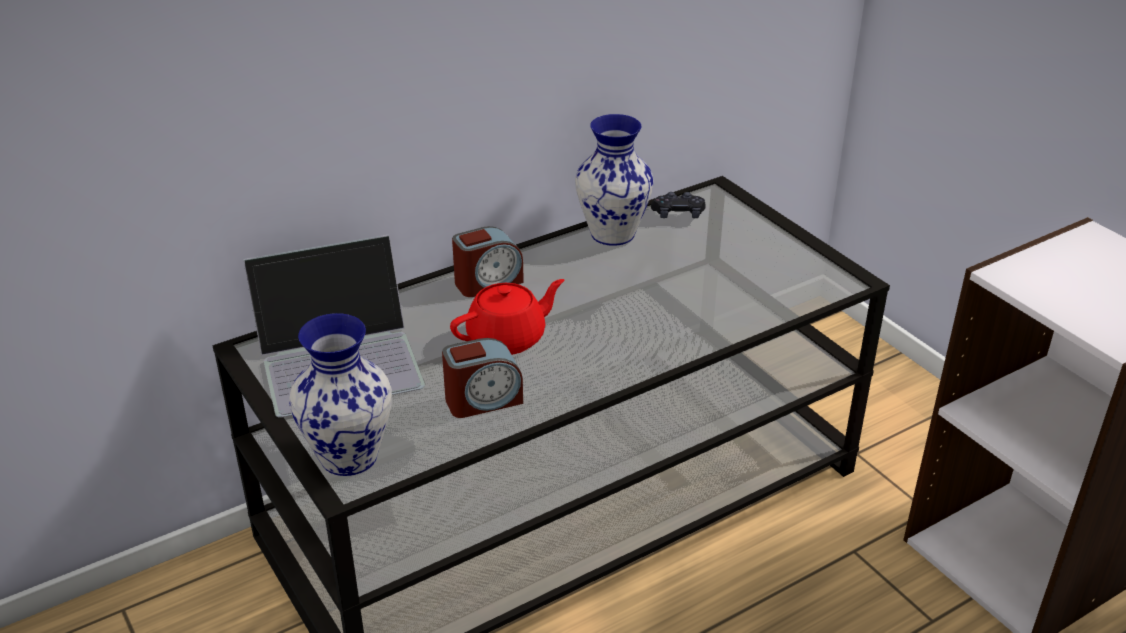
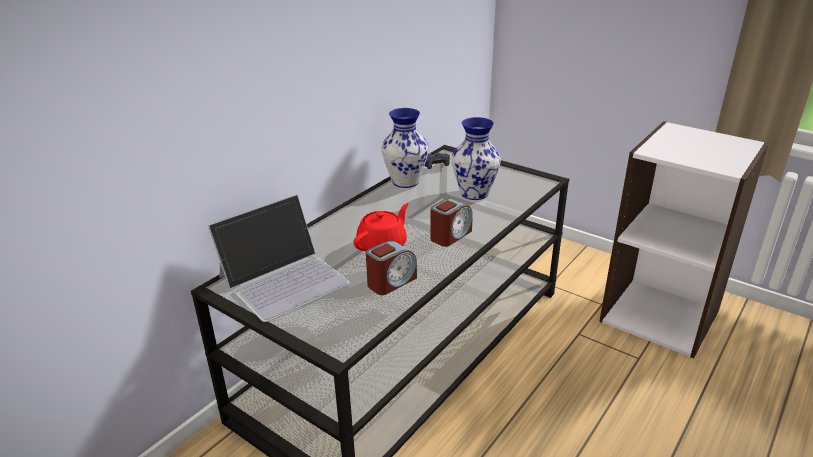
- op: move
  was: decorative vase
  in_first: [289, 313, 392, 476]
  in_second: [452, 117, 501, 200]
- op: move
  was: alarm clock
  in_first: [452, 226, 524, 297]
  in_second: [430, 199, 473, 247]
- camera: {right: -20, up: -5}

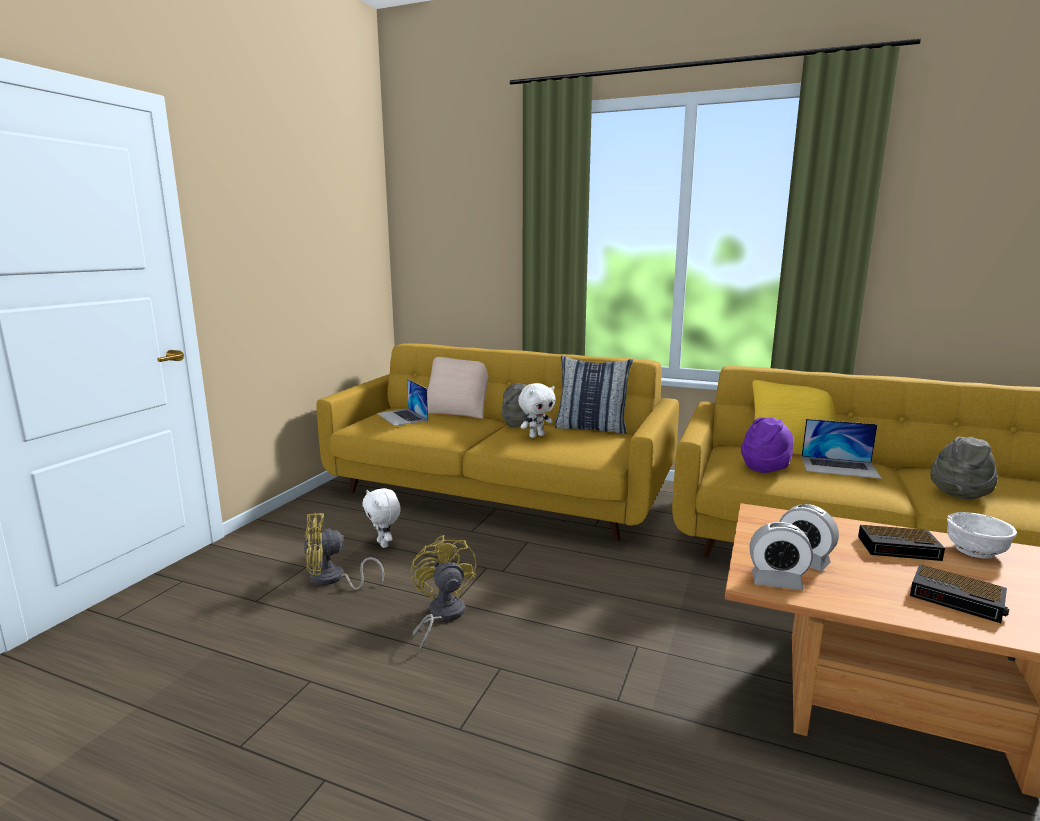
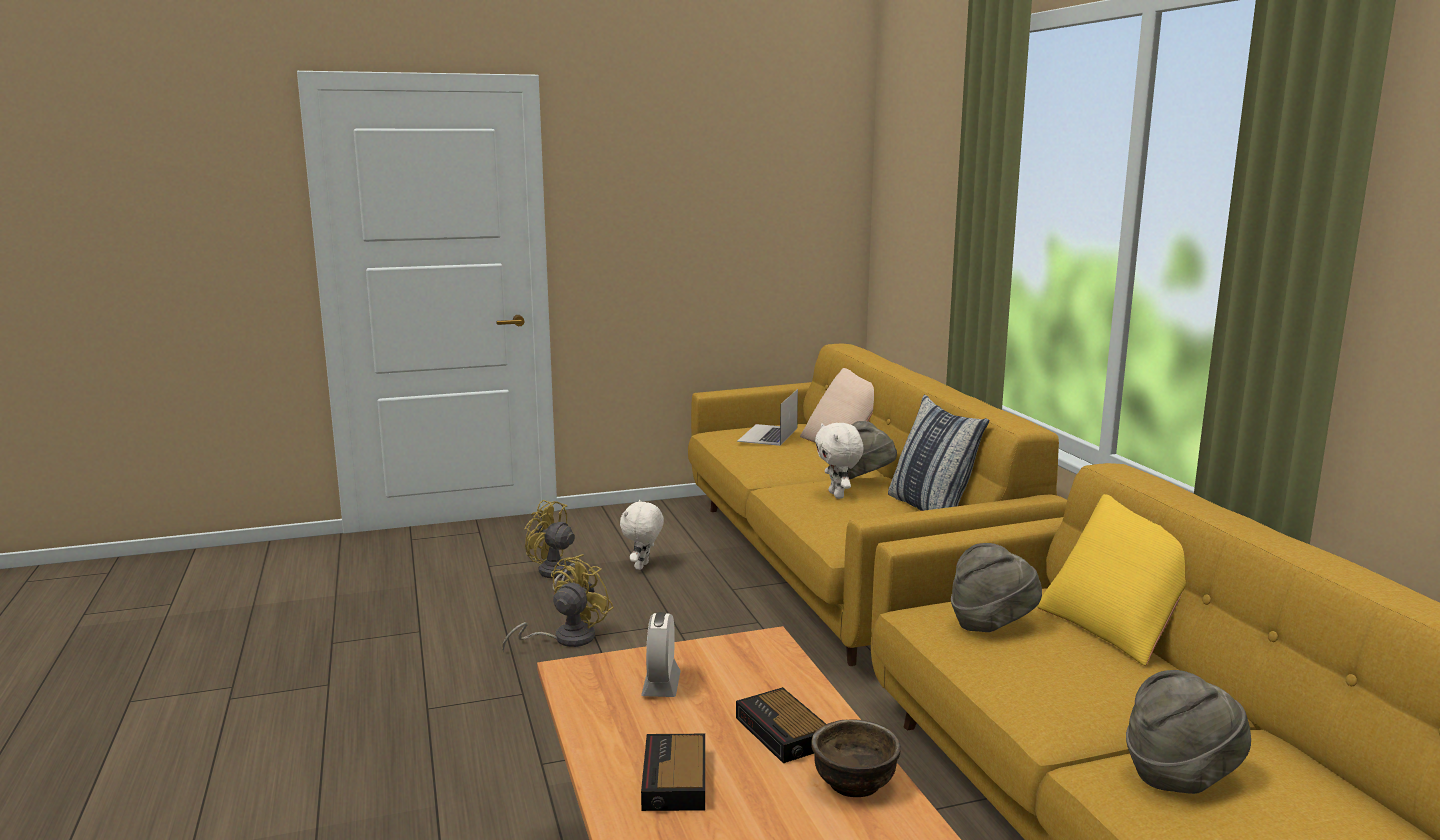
- op: rotate
  was: whitish cuddly toy
  in_first: [518, 383, 555, 438]
  in_second: [815, 423, 864, 499]
  clockwise: 60
- op: recolor
  was: purple-coloured wearable hat
  now: greyish wearable hat
  in_first: [741, 417, 793, 473]
  in_second: [951, 543, 1042, 632]
- op: delete
  was: alarm clock
  in_first: [750, 522, 813, 590]
- op: delete
  was: laptop
  in_first: [801, 419, 882, 479]
- op: recolor
  was: whitish bowl
  now: brown bowl
  in_first: [947, 512, 1017, 559]
  in_second: [811, 719, 901, 797]
- camera: {right: 50, up: 0}

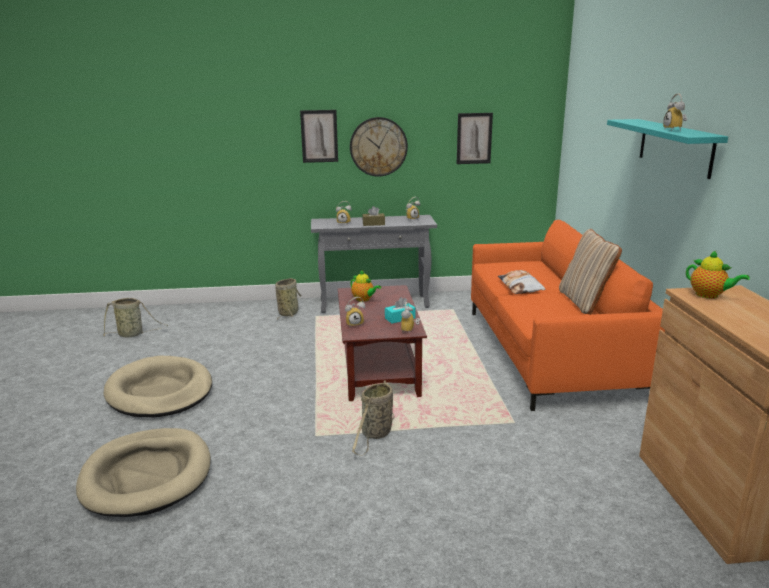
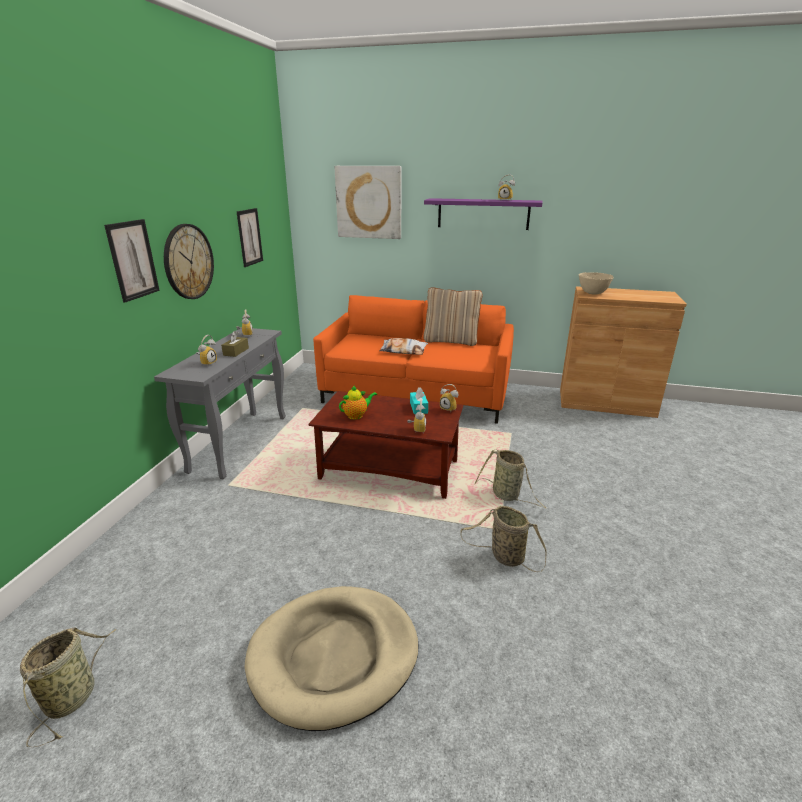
- op: delete
  was: beige-coloured pet bed
  in_first: [76, 428, 211, 517]
- op: move
  was: basket
  in_first: [275, 278, 301, 320]
  in_second: [460, 506, 546, 572]
- op: recolor
  was: turquoise wall shelf
  now: purple-coloured wall shelf
  in_first: [607, 119, 728, 179]
  in_second: [424, 198, 543, 230]
- op: replace
  was: teapot
  now: beige-coloured bowl
  in_first: [686, 251, 750, 298]
  in_second: [579, 272, 614, 295]
- op: insert
  now: wall picture
  in_second: [334, 166, 401, 239]
- camera: {right: -70, up: 5}

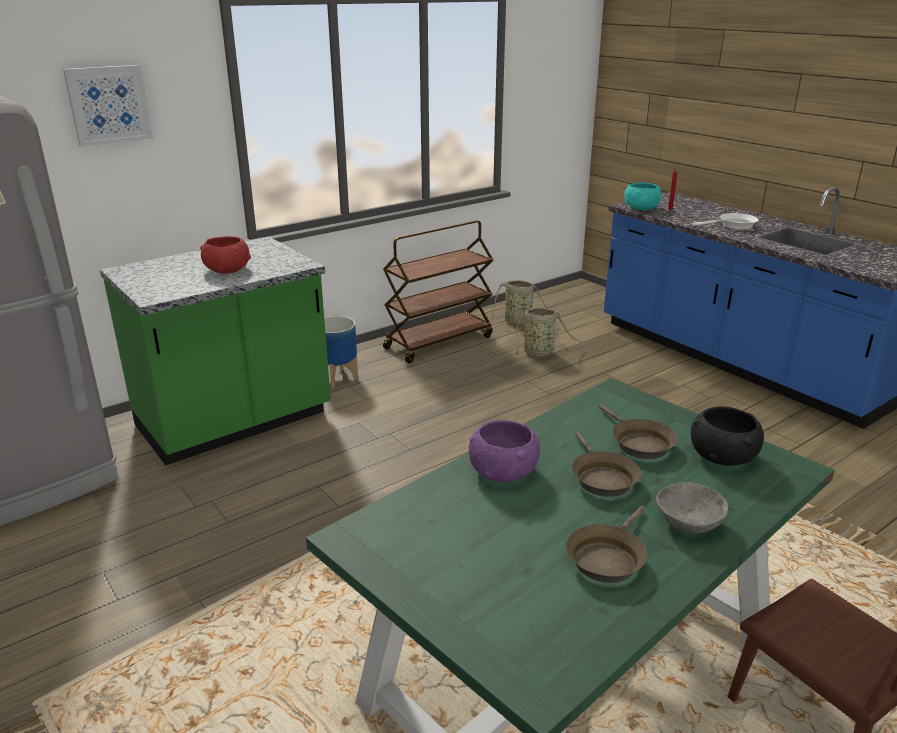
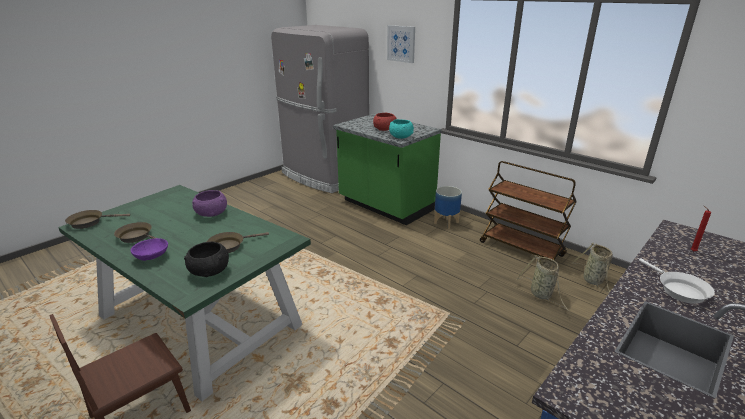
- op: move
  was: brown skillet
  in_first: [572, 432, 641, 497]
  in_second: [65, 210, 130, 229]
- op: move
  was: turquoise bowl
  in_first: [624, 183, 661, 210]
  in_second: [389, 119, 414, 139]
- op: recolor
  was: greyish bowl
  now: purple-coloured bowl
  in_first: [656, 482, 728, 533]
  in_second: [130, 238, 168, 261]
- camera: {right: 80, up: 0}

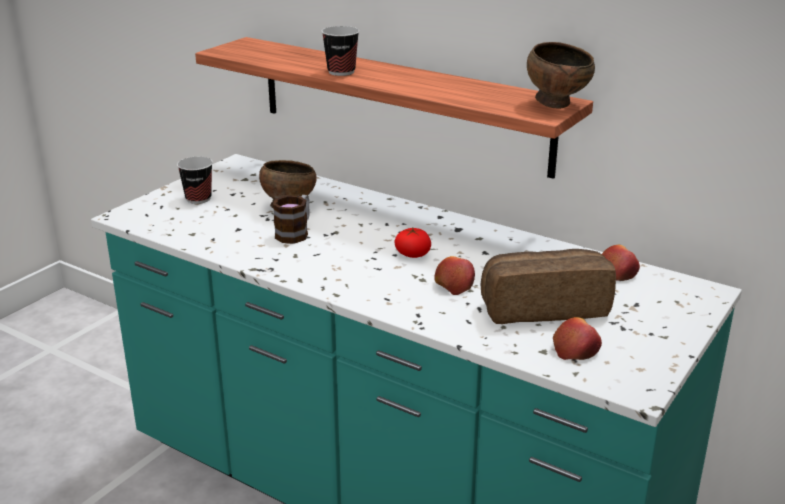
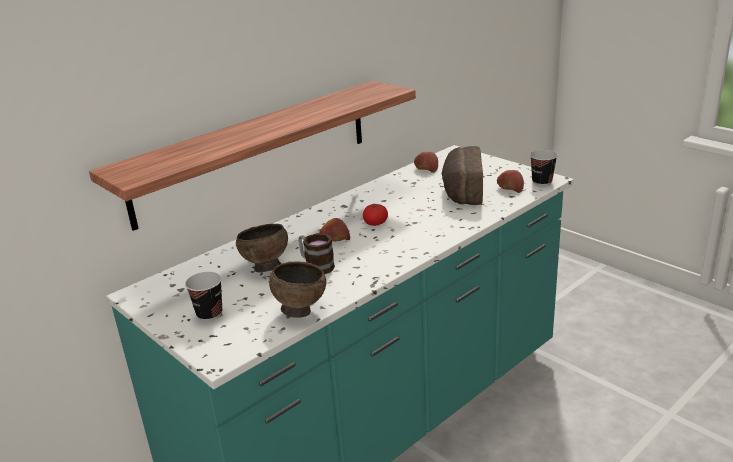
- op: move
  was: small cup
  in_first: [321, 26, 359, 76]
  in_second: [530, 150, 558, 186]
- op: move
  was: whole apple
  in_first: [434, 256, 475, 295]
  in_second: [320, 218, 350, 242]
- op: move
  was: brown bowl
  in_first: [527, 42, 595, 109]
  in_second: [269, 261, 326, 318]
- camera: {right: -75, up: 0}

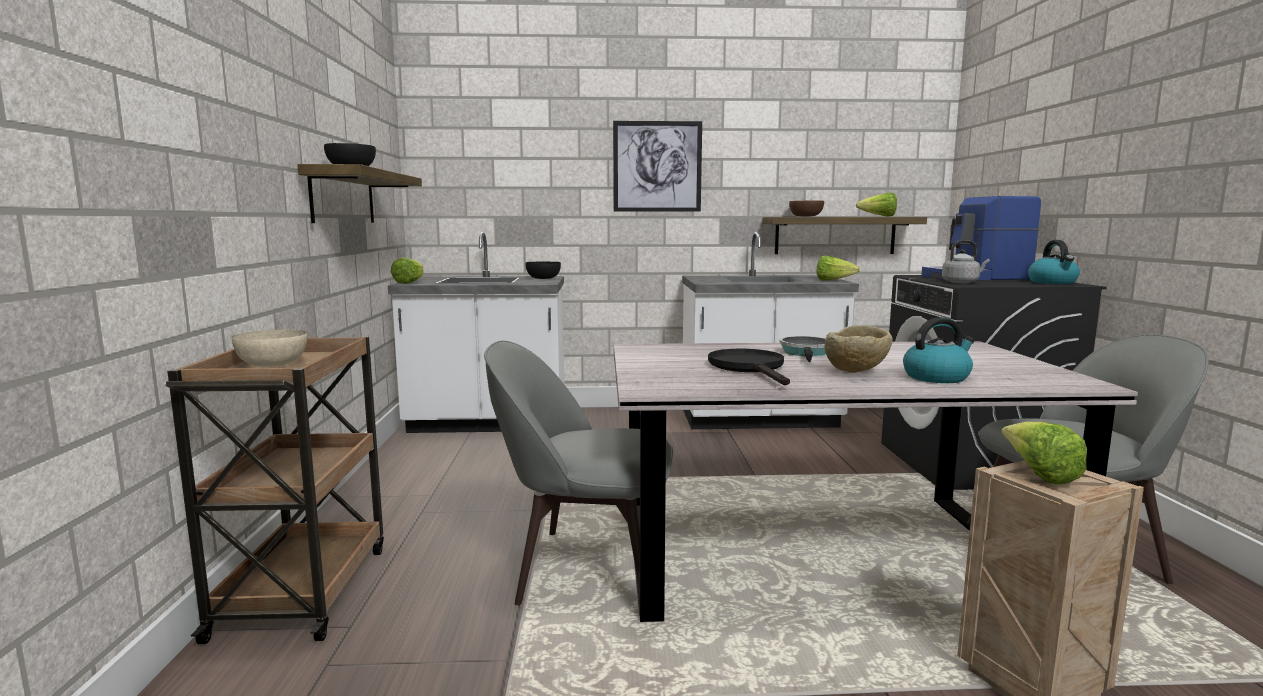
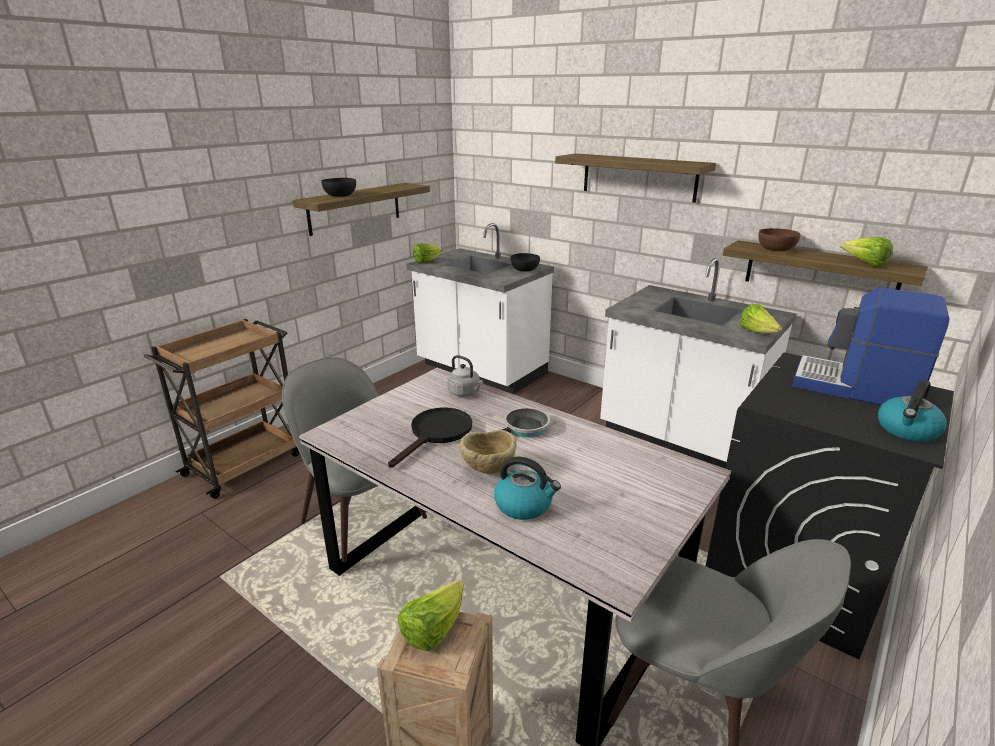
- op: delete
  was: beige-coloured bowl
  in_first: [232, 329, 307, 367]
- op: replace
  was: wall picture
  now: wall shelf
  in_first: [613, 121, 702, 212]
  in_second: [555, 153, 716, 203]
- op: move
  was: greyish water kettle
  in_first: [942, 240, 990, 283]
  in_second: [447, 355, 483, 397]
- camera: {right: 40, up: 15}

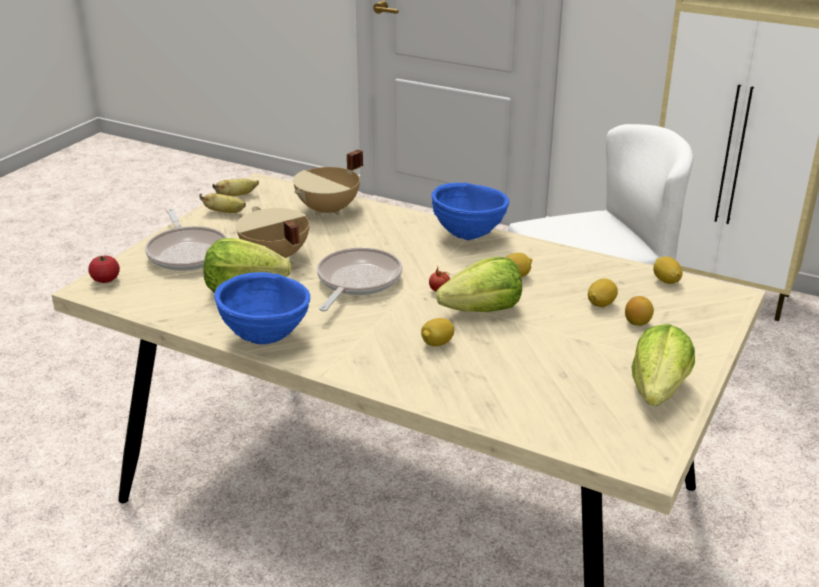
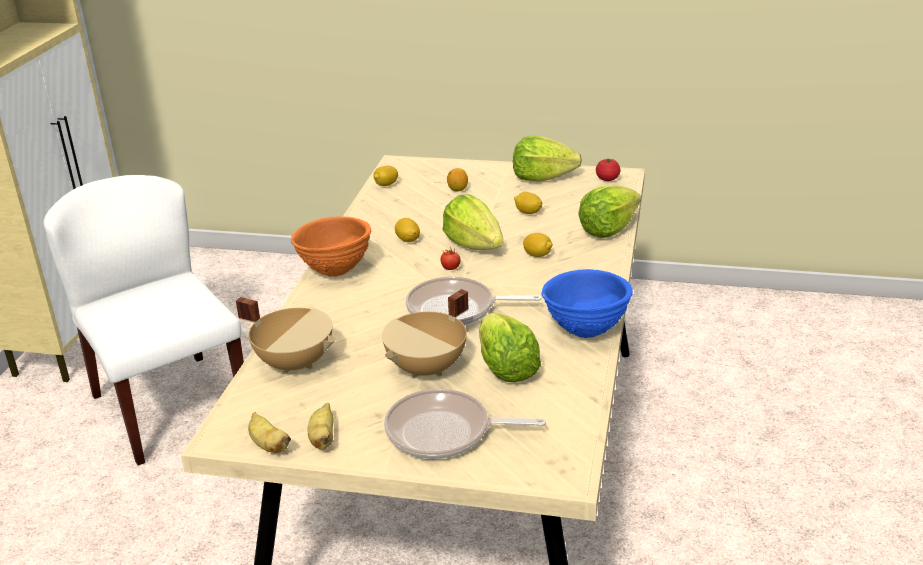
- op: move
  was: fresh tomato
  in_first: [88, 256, 120, 283]
  in_second: [596, 159, 621, 181]
- op: rotate
  was: skillet
  in_first: [145, 209, 227, 271]
  in_second: [384, 389, 546, 459]
  clockwise: -135
- op: recolor
  was: blue-coloured bowl
  now: orangey bowl
  in_first: [431, 182, 509, 240]
  in_second: [291, 216, 371, 277]
- op: move
  was: lemon
  in_first: [588, 278, 618, 307]
  in_second: [514, 192, 542, 214]
- op: insert
  now: head of lettuce
  in_second: [578, 186, 641, 238]
- camera: {right: -105, up: 0}

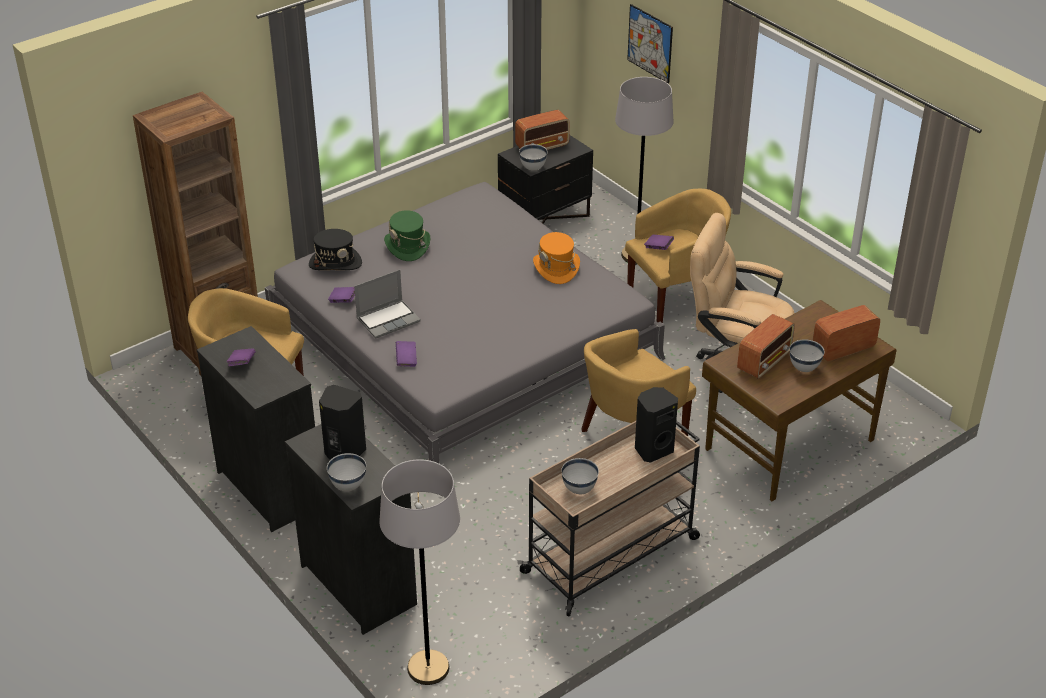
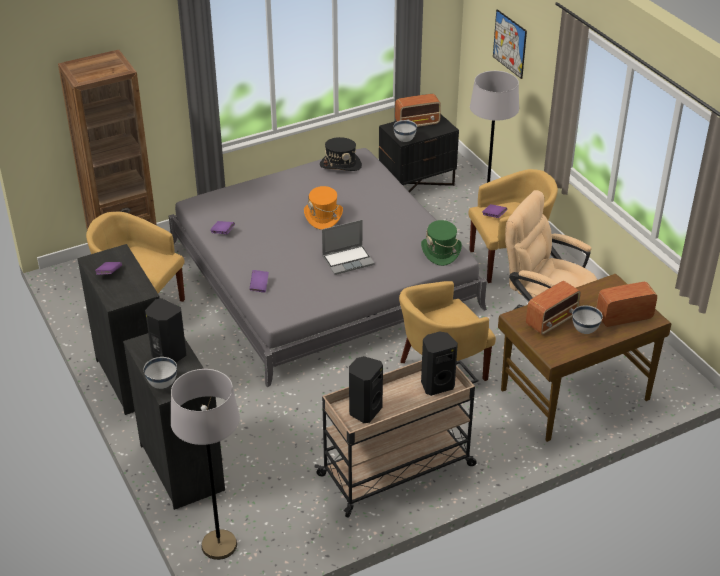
- op: move
  was: blackish wearable hat
  in_first: [309, 229, 362, 270]
  in_second: [320, 137, 362, 171]
- op: move
  was: laptop
  in_first: [354, 270, 421, 338]
  in_second: [322, 220, 375, 275]
- op: move
  was: greenish wearable hat
  in_first: [384, 210, 430, 261]
  in_second: [421, 220, 462, 266]
- op: move
  was: orangey wearable hat
  in_first: [533, 232, 580, 284]
  in_second: [304, 186, 343, 230]
- op: replace
  was: whitish bowl
  now: blackish audio speaker
  in_first: [561, 458, 599, 494]
  in_second: [349, 356, 383, 423]
- camera: {right: 10, up: 0}

